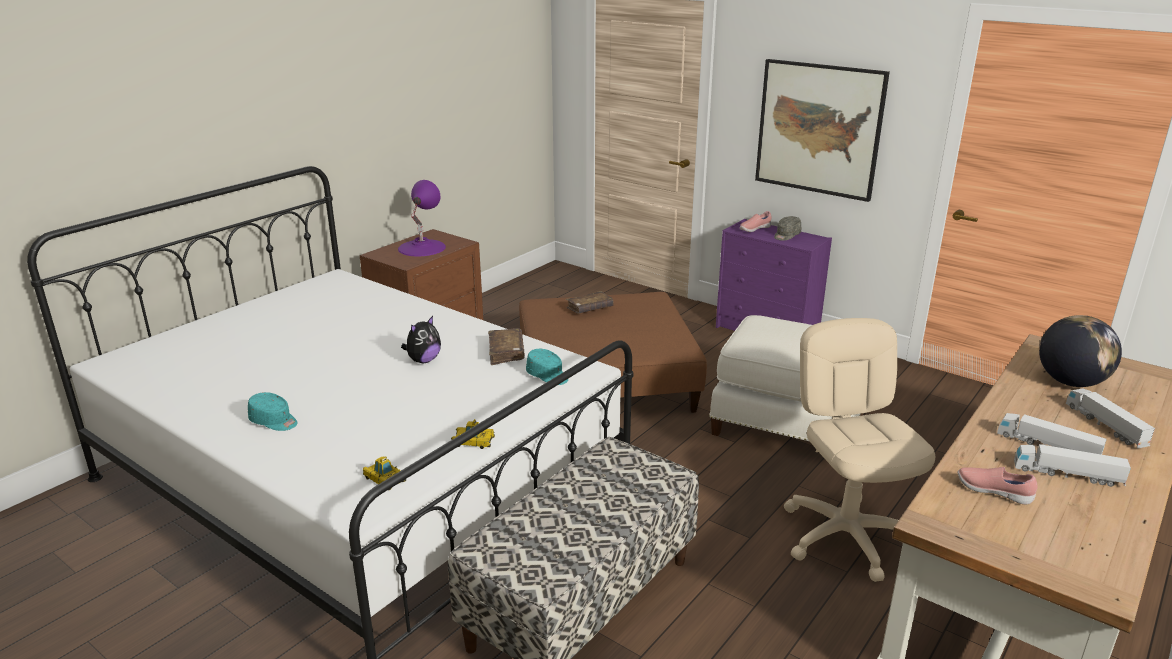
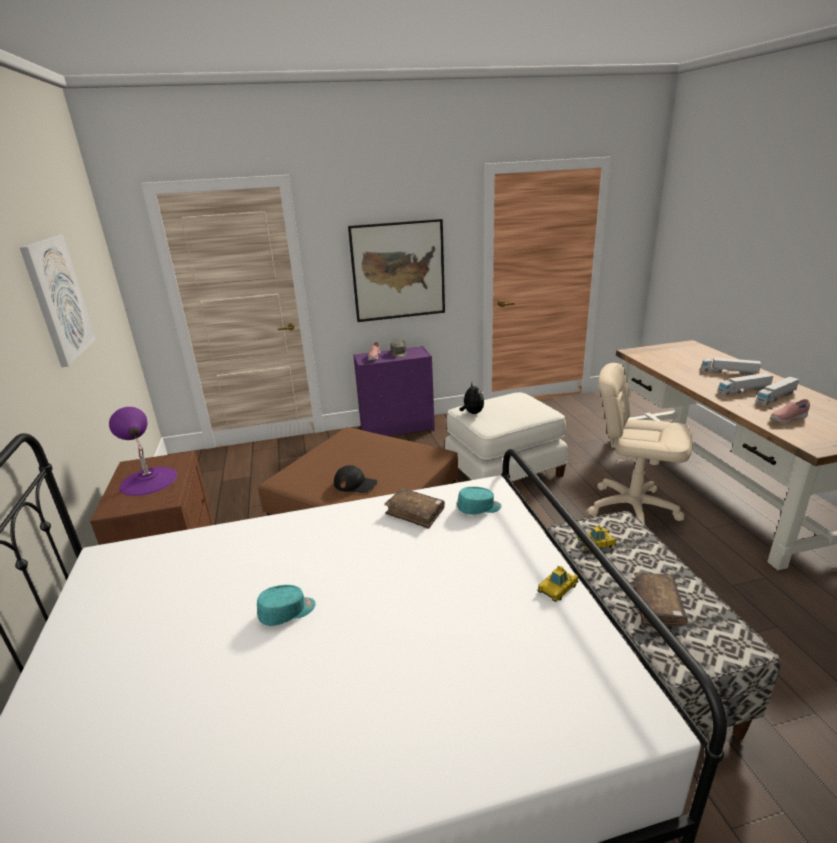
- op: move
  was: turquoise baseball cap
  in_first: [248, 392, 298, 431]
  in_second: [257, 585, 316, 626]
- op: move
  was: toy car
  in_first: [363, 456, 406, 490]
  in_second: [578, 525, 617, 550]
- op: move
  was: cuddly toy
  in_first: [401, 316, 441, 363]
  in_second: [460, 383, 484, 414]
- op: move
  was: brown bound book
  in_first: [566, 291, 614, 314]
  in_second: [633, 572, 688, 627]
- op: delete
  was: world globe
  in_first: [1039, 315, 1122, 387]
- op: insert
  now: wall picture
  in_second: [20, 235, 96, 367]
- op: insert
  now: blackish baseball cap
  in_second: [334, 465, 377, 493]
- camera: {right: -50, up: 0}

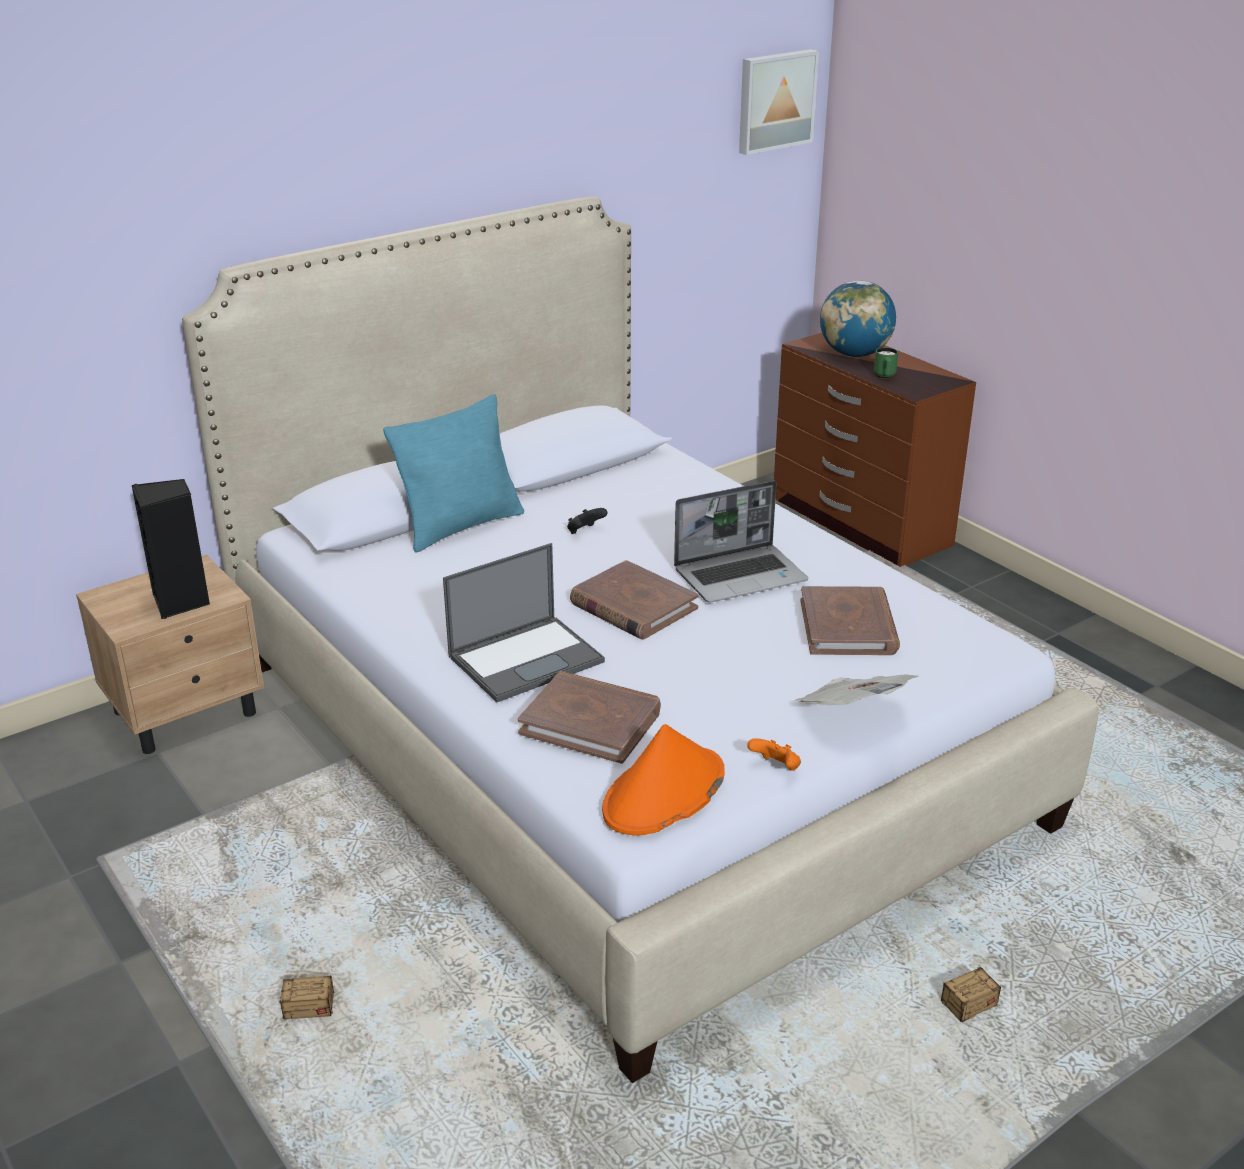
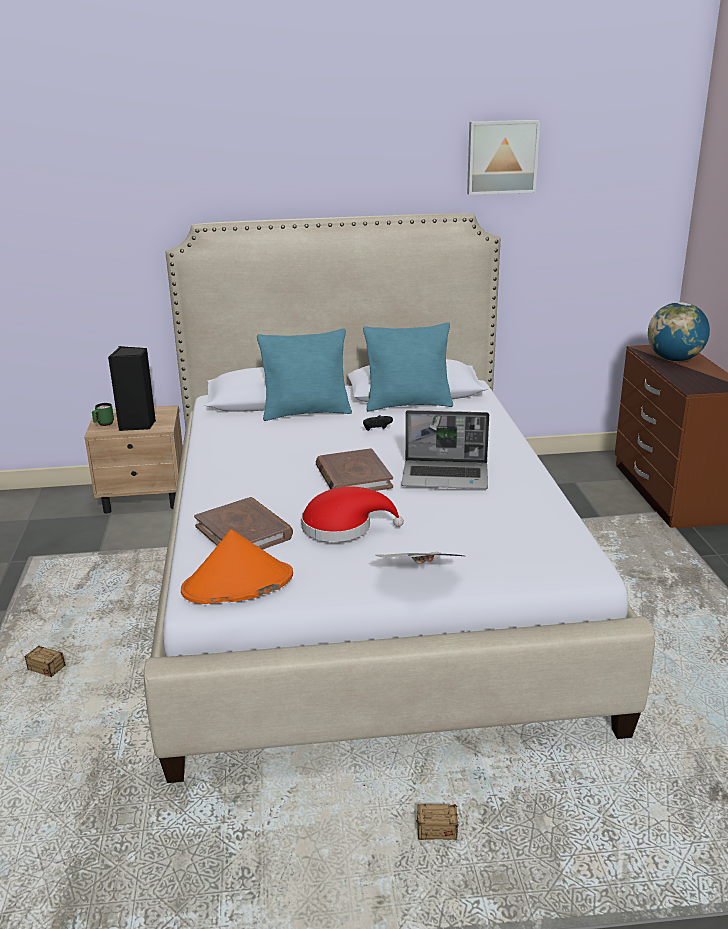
- op: delete
  was: laptop
  in_first: [443, 543, 605, 702]
- op: move
  was: wall picture
  in_first: [739, 49, 819, 155]
  in_second: [467, 120, 540, 195]
- op: delete
  was: orangey game controller
  in_first: [747, 738, 801, 771]
- op: delete
  was: brown bound book
  in_first: [801, 586, 900, 655]
- op: move
  was: greenish mug
  in_first: [874, 347, 898, 379]
  in_second: [92, 403, 114, 426]
- op: insert
  now: reddish wearable hat
  in_second: [301, 486, 404, 542]
- op: insert
  now: turquoise throw pillow
  in_second: [363, 322, 453, 412]
- camera: {right: 30, up: -5}

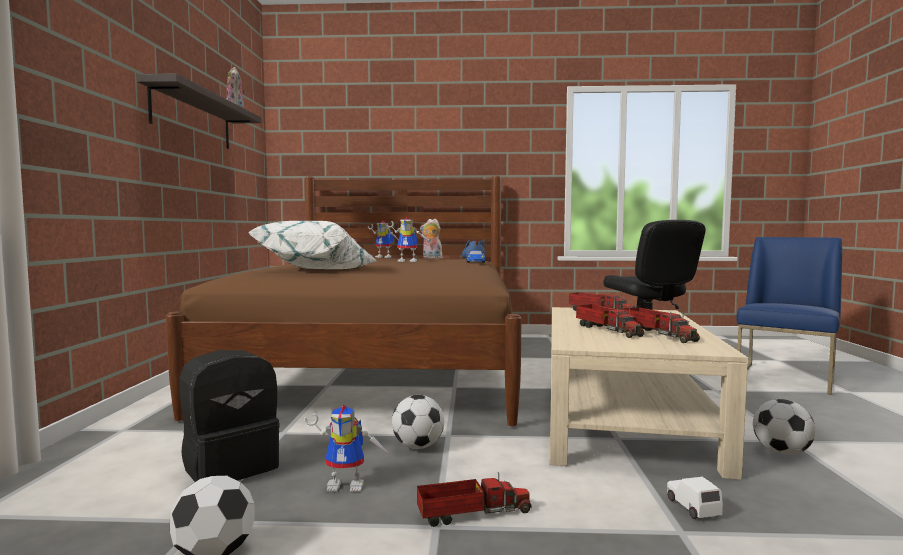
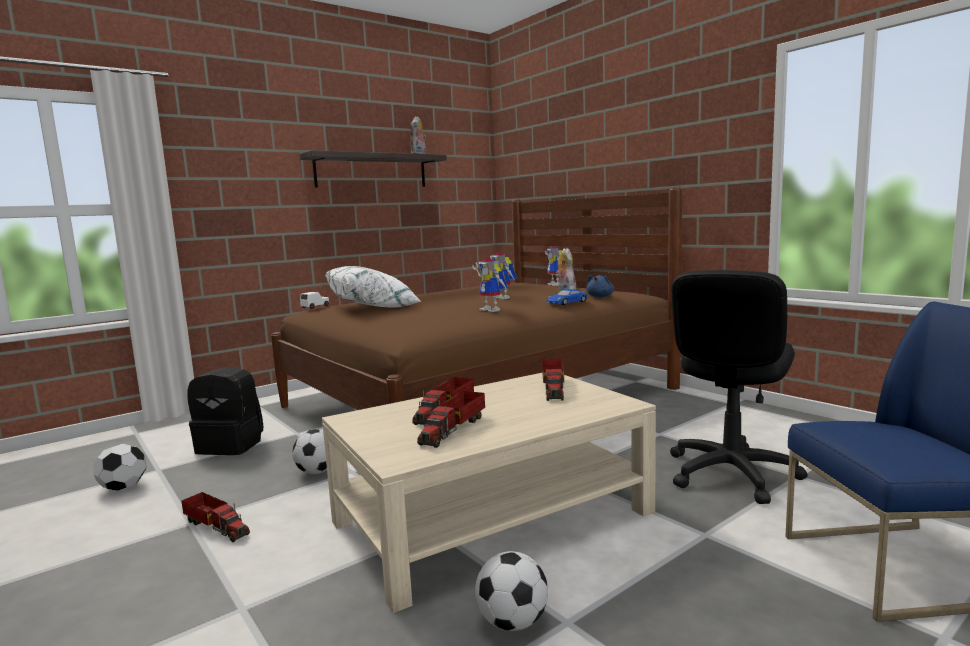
- op: move
  was: model robot
  in_first: [304, 405, 390, 492]
  in_second: [472, 258, 508, 312]
- op: move
  was: whitish toy car
  in_first: [667, 477, 723, 519]
  in_second: [300, 292, 329, 309]
- camera: {right: 50, up: 5}

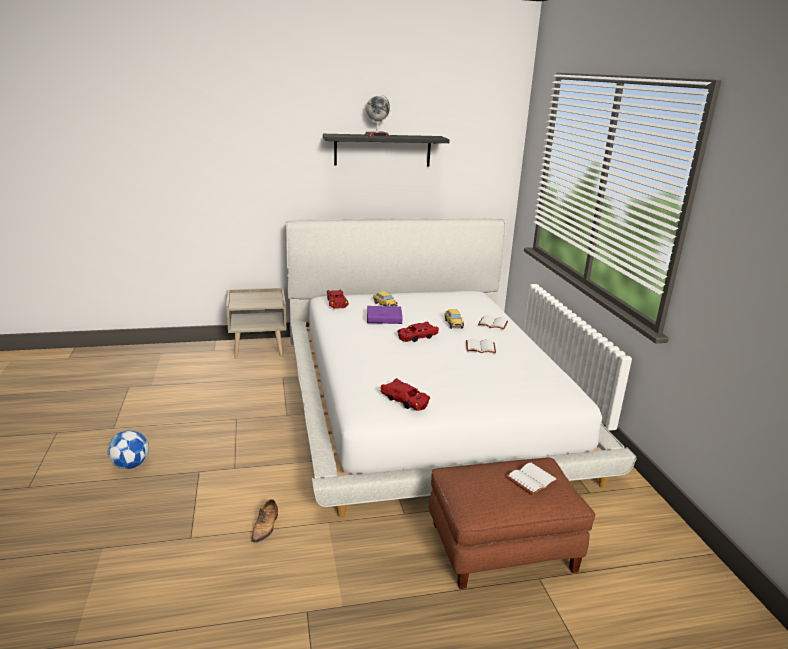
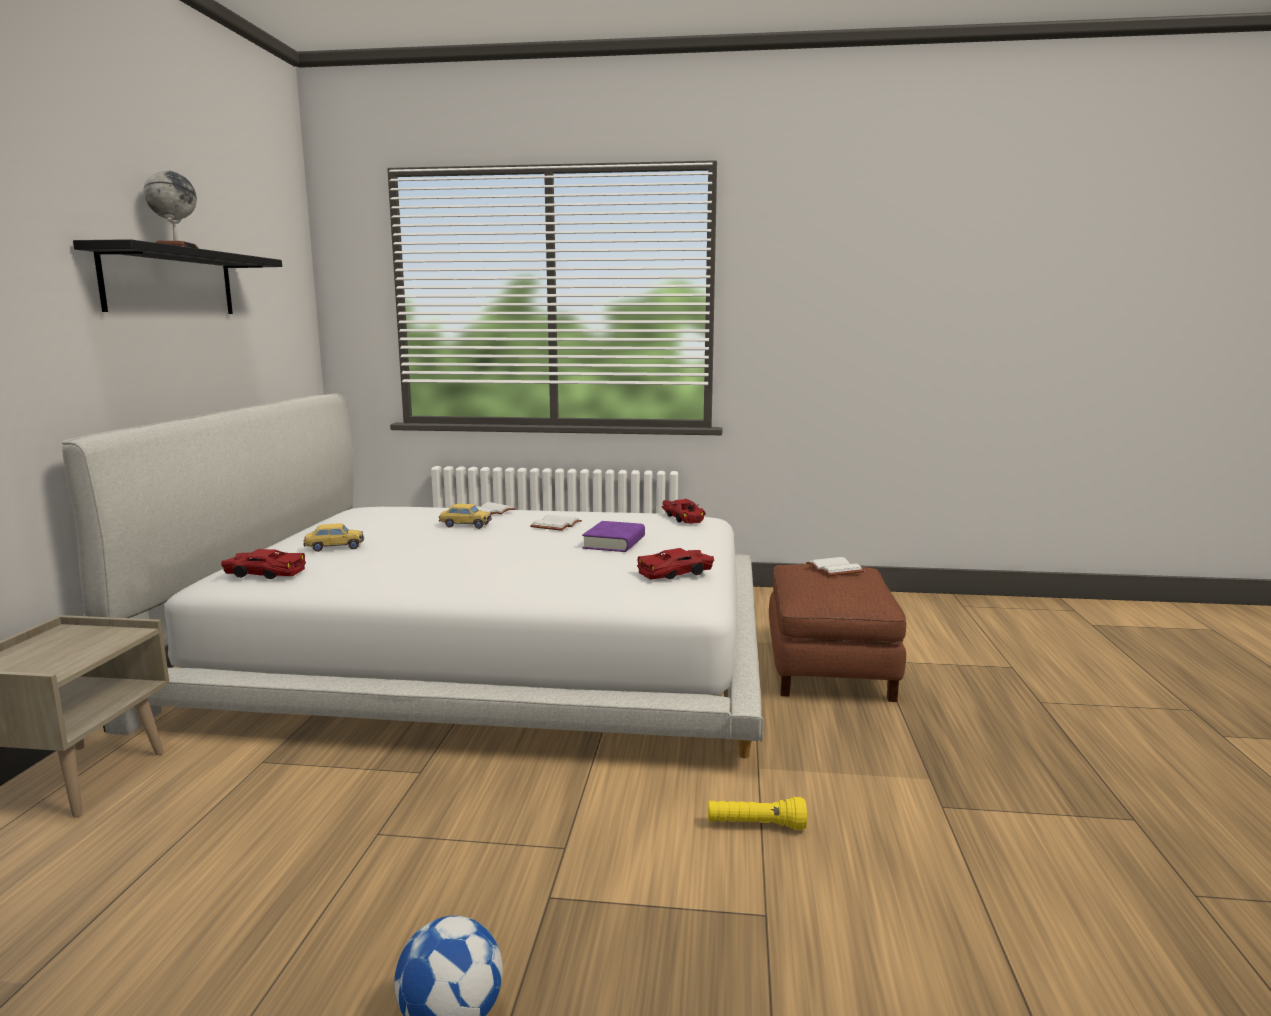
- op: replace
  was: low shoe
  now: yellow-coloured torch
  in_first: [251, 499, 278, 543]
  in_second: [708, 797, 807, 830]
- op: move
  was: purple-coloured bound book
  in_first: [367, 306, 402, 324]
  in_second: [582, 521, 645, 552]
- op: move
  was: reddish toy car
  in_first: [397, 322, 439, 342]
  in_second: [662, 499, 706, 524]
- camera: {right: -70, up: -10}

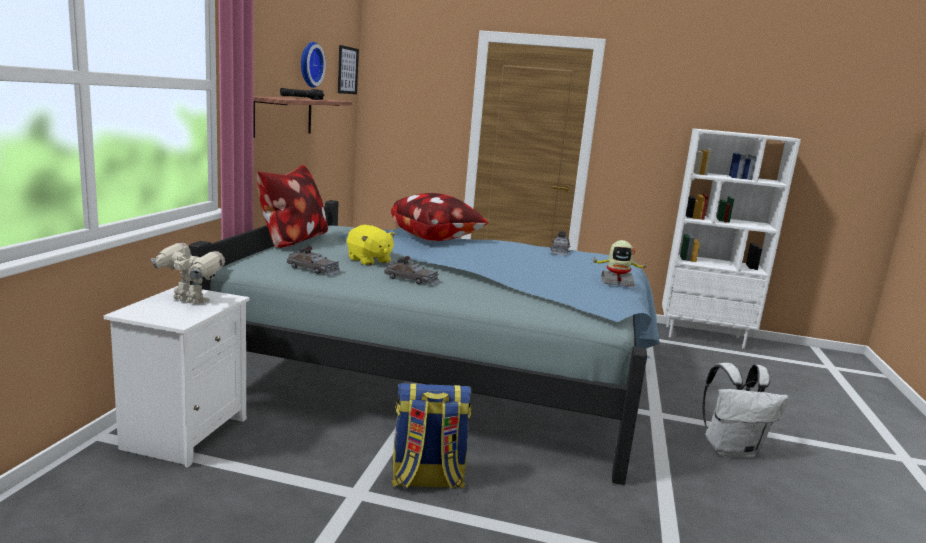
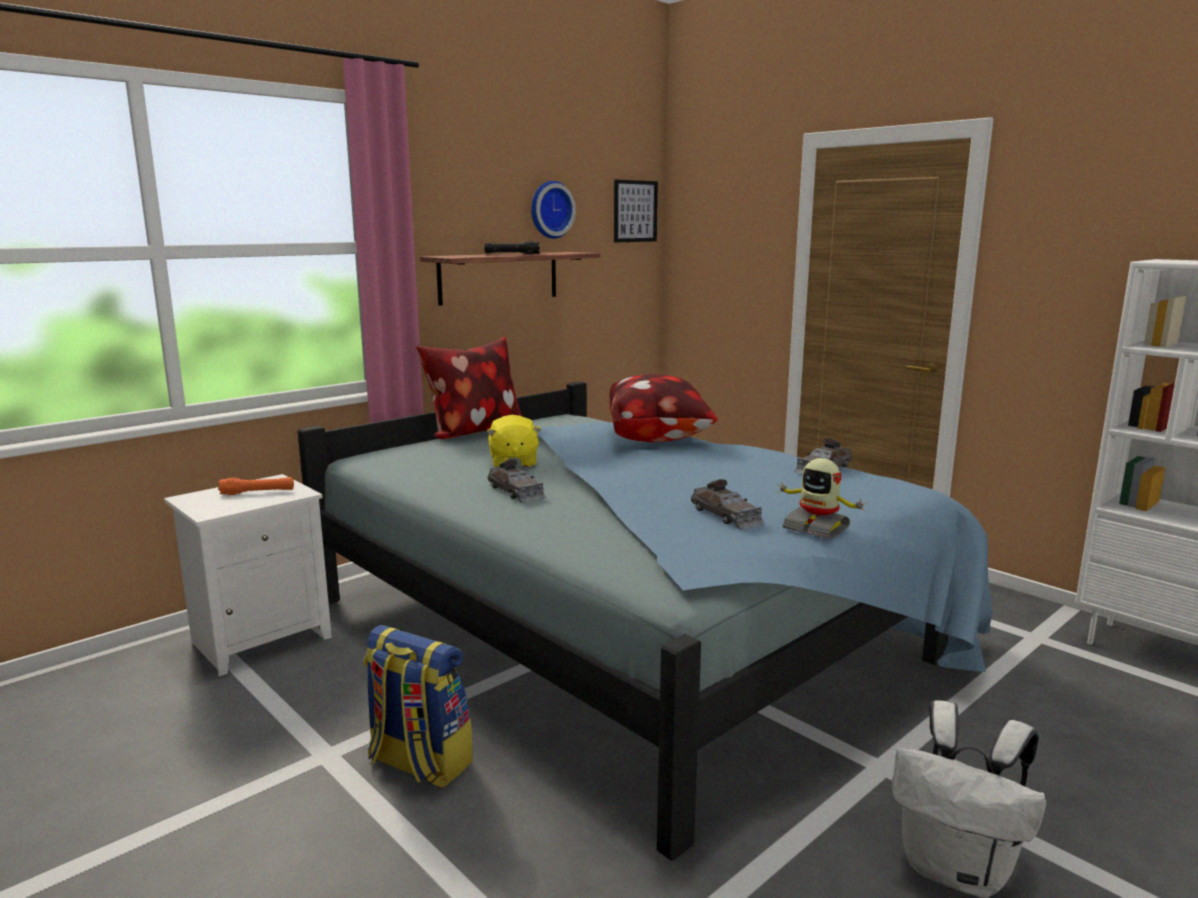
- op: replace
  was: model robot
  now: orangey torch
  in_first: [151, 240, 225, 305]
  in_second: [218, 477, 294, 495]
- op: move
  was: greyish toy car
  in_first: [287, 246, 341, 276]
  in_second: [691, 479, 765, 530]
- camera: {right: 35, up: 0}

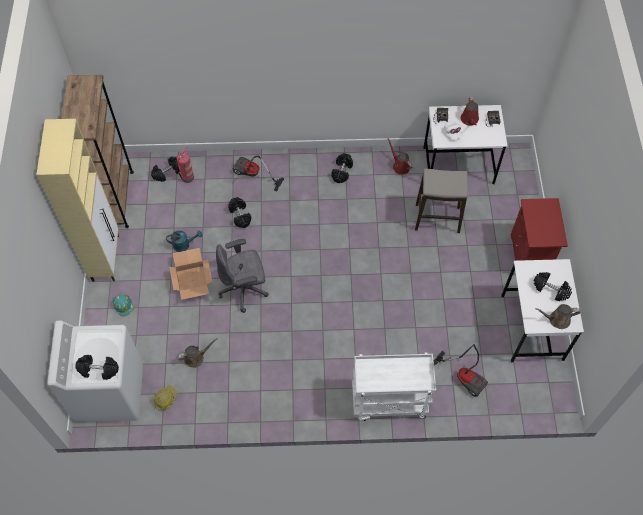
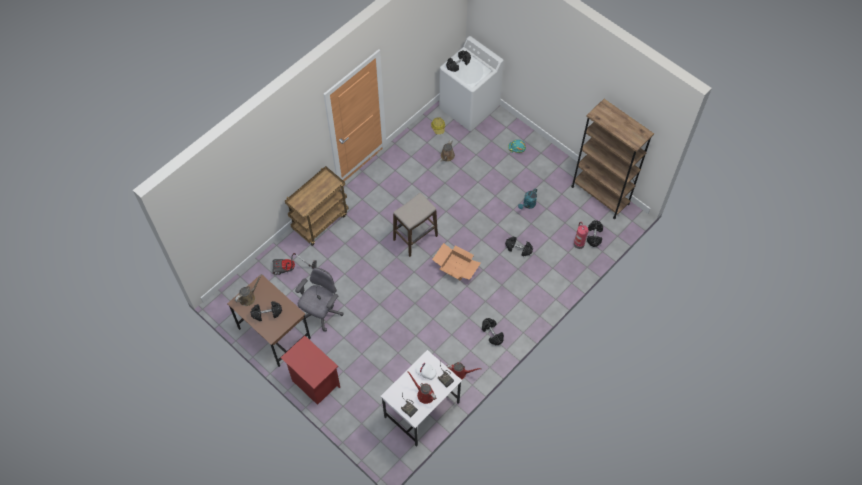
- op: delete
  was: beige-coloured cupboard
  in_first: [36, 119, 119, 282]
- op: move
  was: cardboard box
  in_first: [169, 248, 213, 300]
  in_second: [432, 243, 481, 281]
- op: move
  was: greyish desk chair
  in_first: [216, 239, 268, 313]
  in_second: [295, 268, 344, 332]
- op: delete
  was: vacuum cleaner
  in_first: [232, 156, 285, 192]
- op: recolor
  was: whitish trolley
  now: brown trolley
  in_first: [352, 352, 436, 421]
  in_second: [285, 166, 349, 246]
- op: move
  was: stool
  in_first: [415, 169, 468, 233]
  in_second: [393, 193, 438, 257]
- op: recolor
  was: whitish desk unit
  now: brown desk unit
  in_first: [501, 259, 584, 362]
  in_second: [227, 275, 311, 367]
- camera: {right: 135, up: 0}

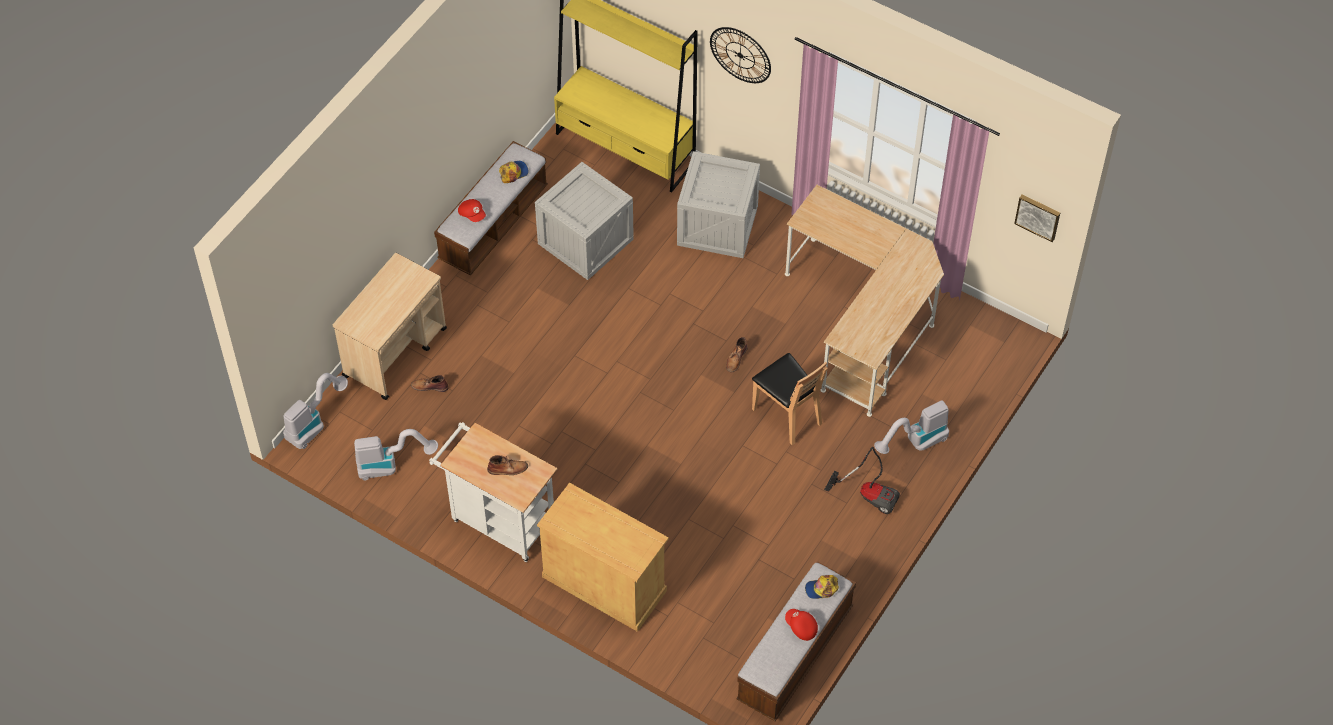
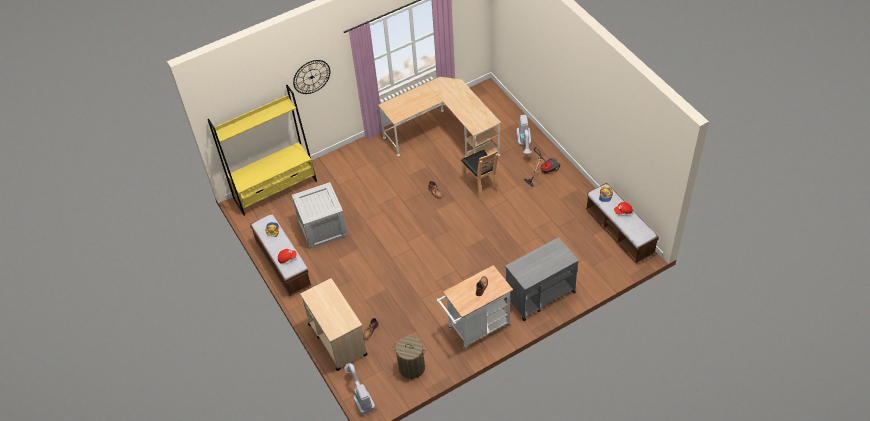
- op: replace
  was: vacuum cleaner
  now: hamper
  in_first: [354, 429, 438, 480]
  in_second: [393, 336, 426, 379]
- op: replace
  was: beige-coloured cupboard
  now: greyish trolley
  in_first: [537, 482, 669, 632]
  in_second: [505, 237, 579, 321]
- op: delete
  was: packing crate
  in_first: [677, 151, 760, 258]
- op: rotate
  was: brown upright chair
  in_first: [752, 353, 828, 445]
  in_second: [461, 150, 499, 200]
  clockwise: 75
- op: delete
  was: wall picture
  in_first: [1014, 195, 1060, 242]
- camera: {right: -60, up: -5}

